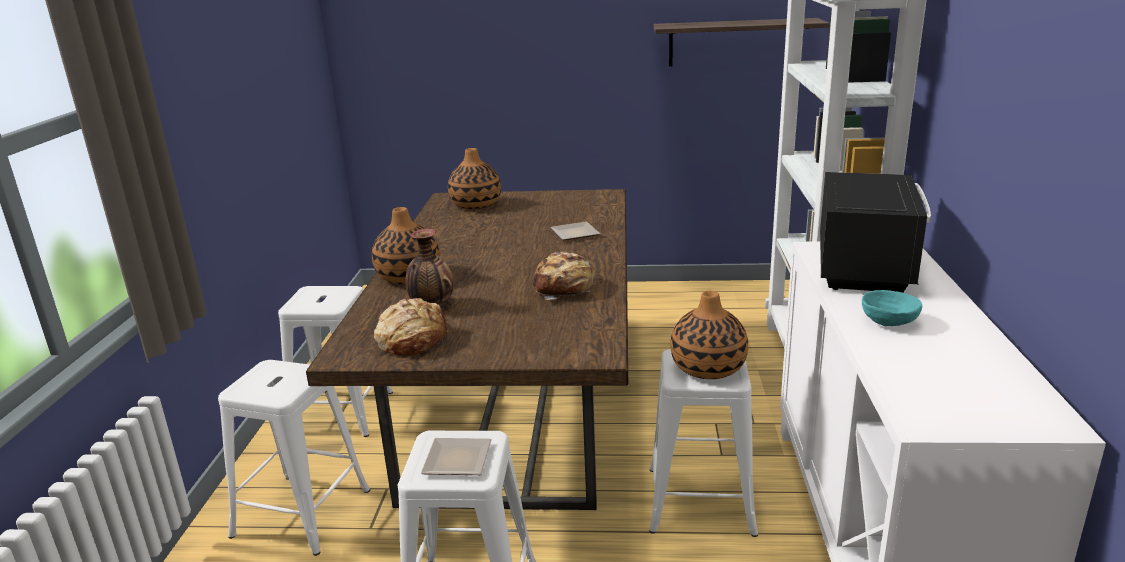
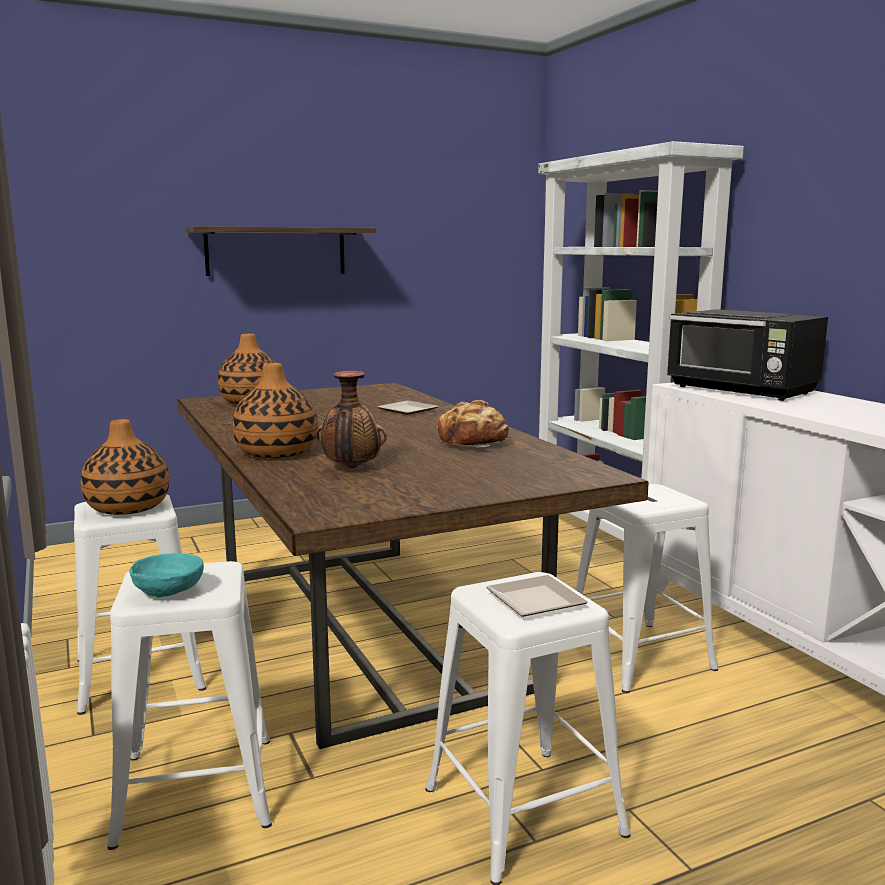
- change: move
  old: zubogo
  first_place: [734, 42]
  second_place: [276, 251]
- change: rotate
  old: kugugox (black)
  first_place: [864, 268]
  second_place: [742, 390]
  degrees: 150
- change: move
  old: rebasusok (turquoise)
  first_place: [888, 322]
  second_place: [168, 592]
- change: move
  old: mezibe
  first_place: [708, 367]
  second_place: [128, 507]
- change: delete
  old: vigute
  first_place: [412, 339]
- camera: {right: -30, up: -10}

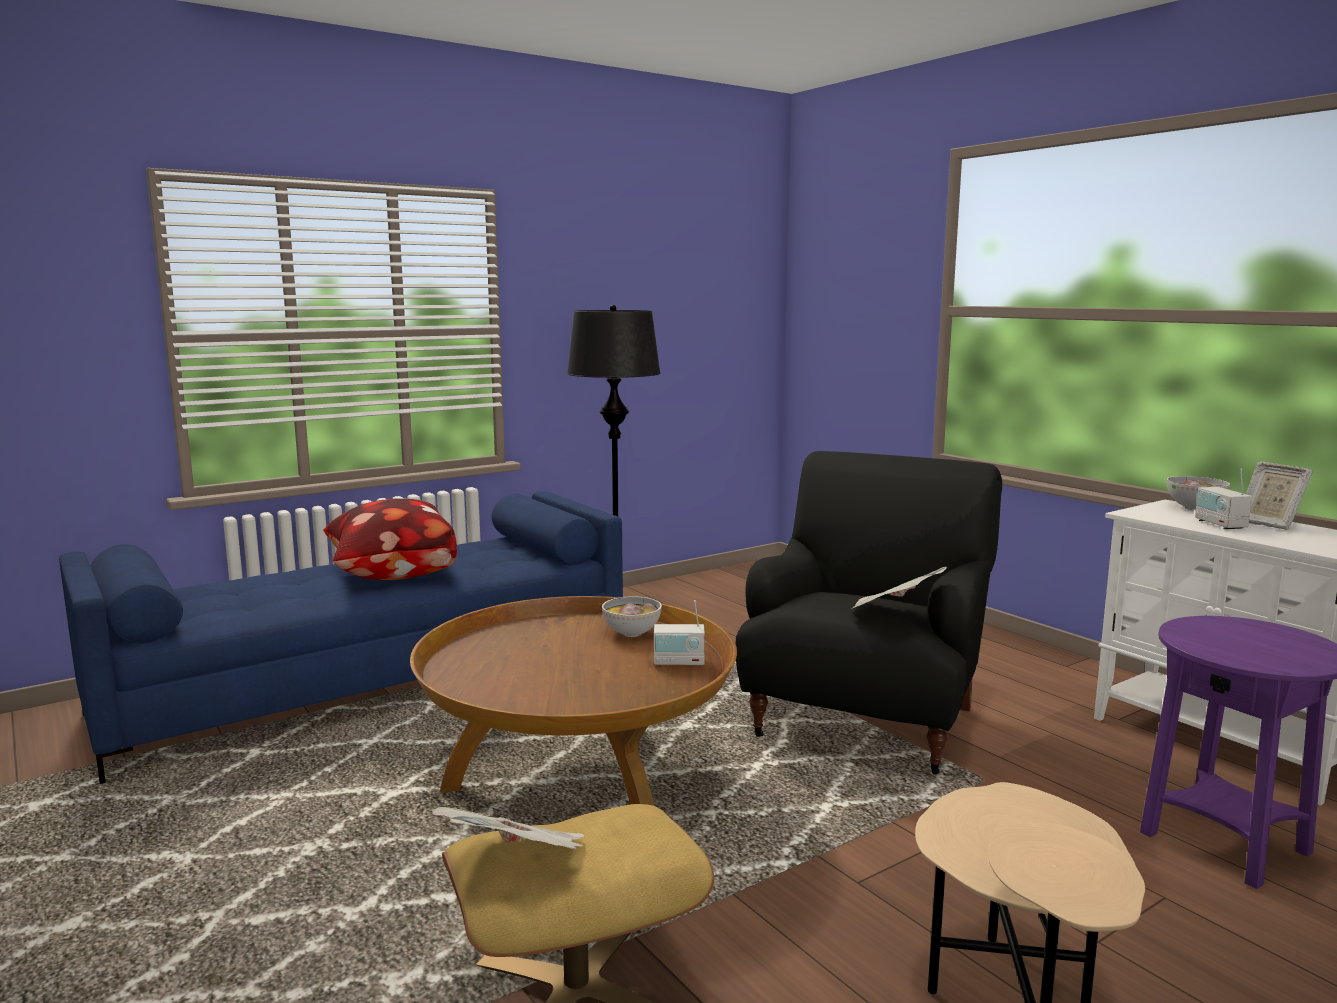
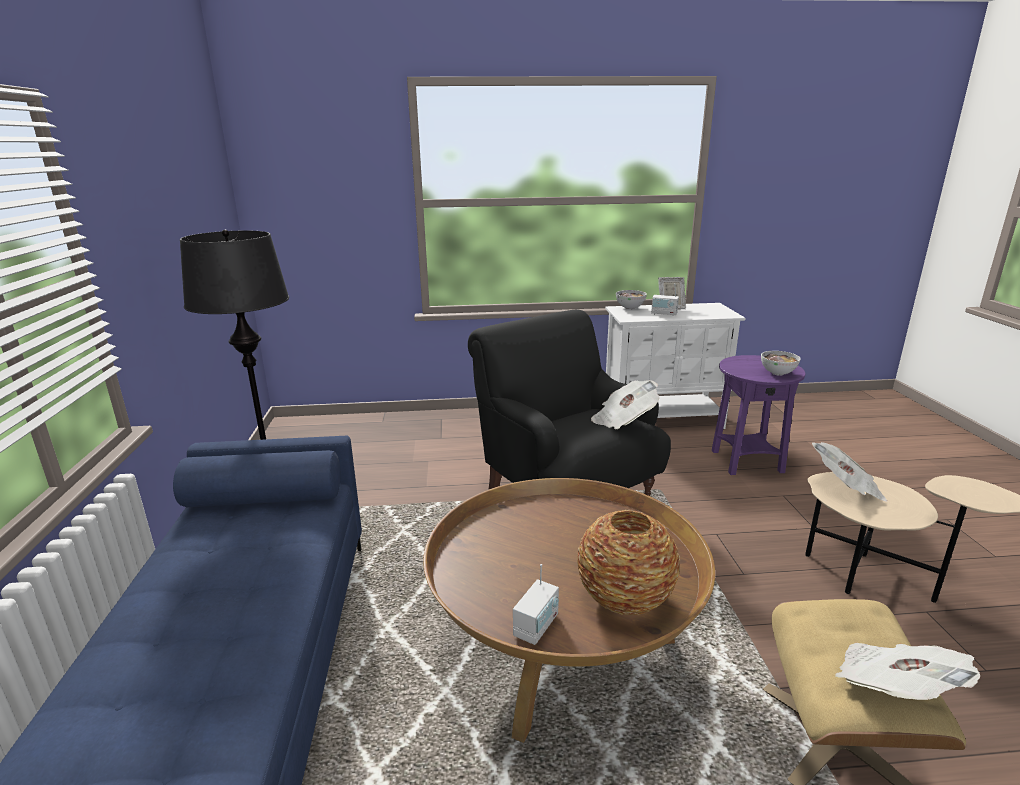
- change: delete
  old: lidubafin
  first_place: [391, 576]
- change: move
  old: rebasusok
  first_place: [632, 634]
  second_place: [778, 373]
- change: move
  old: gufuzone
  first_place: [679, 662]
  second_place: [536, 626]
- change: insert
  new: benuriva
  second_place: [846, 488]
- change: insert
  new: mezibe
  second_place: [624, 599]
- camera: {right: -60, up: 10}

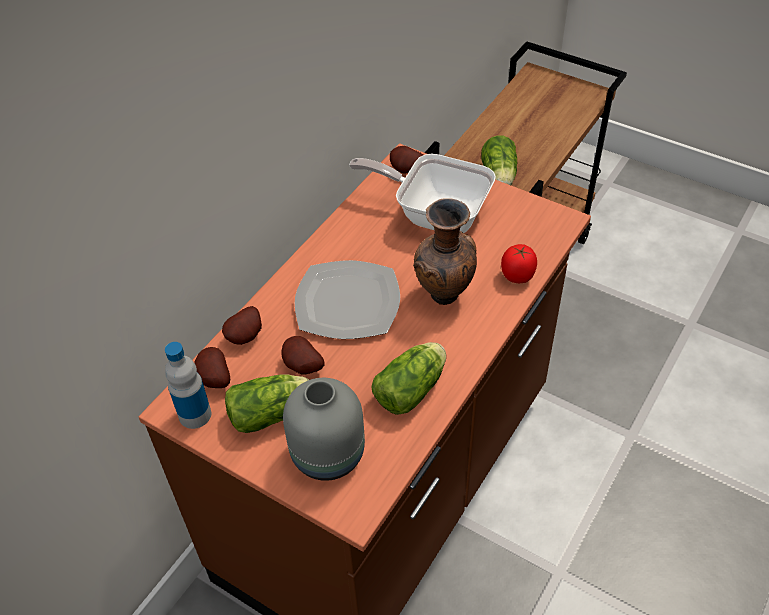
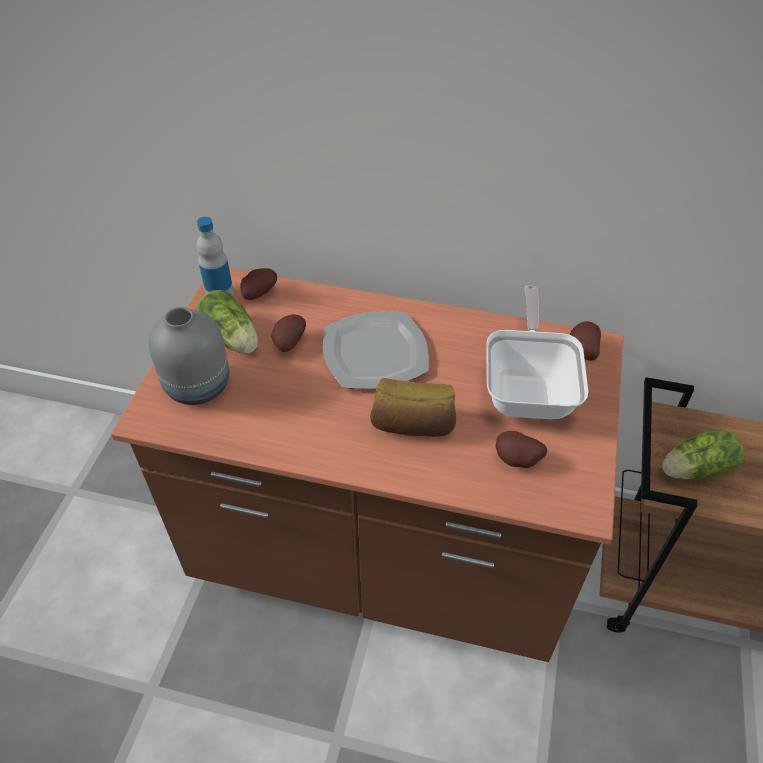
- change: replace
  old: mezibe (brown)
  new: vigute
  first_place: [444, 297]
  second_place: [413, 424]
- change: delete
  old: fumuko
  first_place: [518, 276]
- change: move
  old: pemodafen
  first_place: [247, 336]
  second_place: [517, 461]
- change: delete
  old: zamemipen
  first_place: [413, 388]
- camera: {right: 70, up: 0}

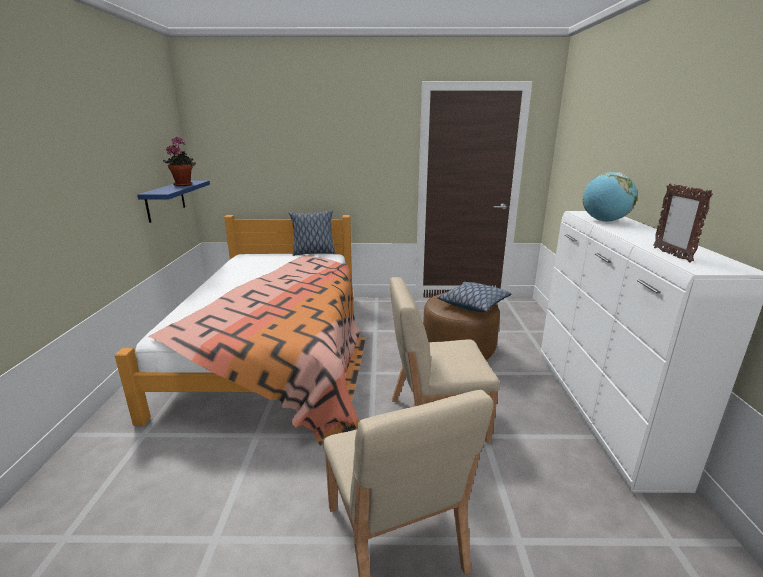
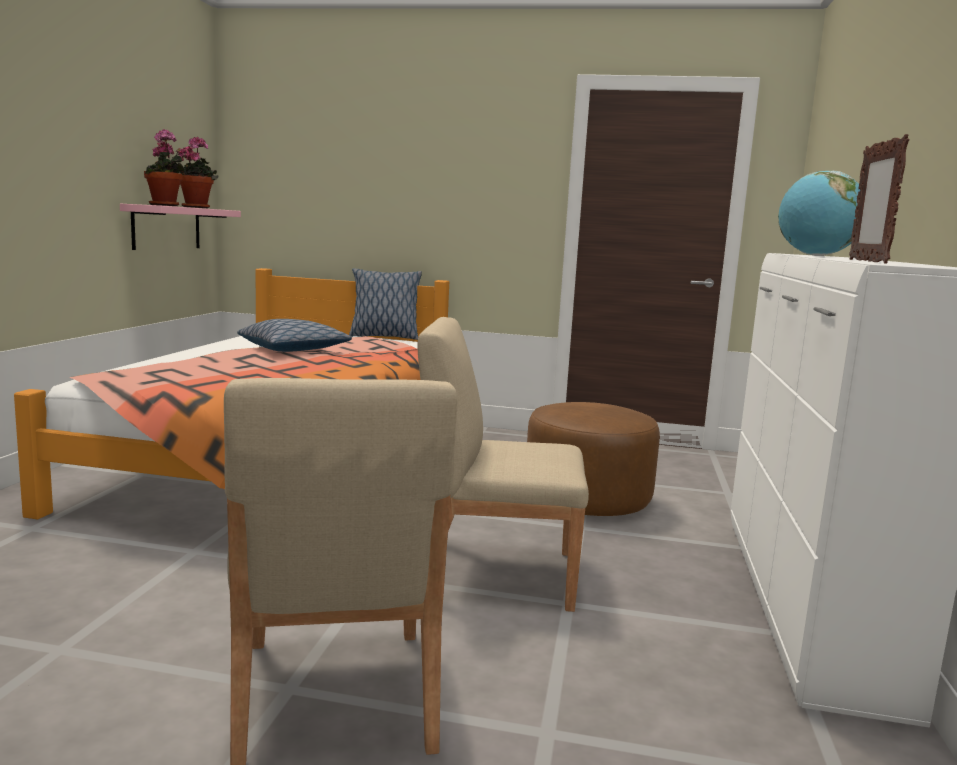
- change: recolor
  old: zubogo (blue)
  new: zubogo (pink)
  first_place: [165, 200]
  second_place: [166, 227]
- change: move
  old: lidubafin
  first_place: [473, 304]
  second_place: [293, 349]
- change: insert
  new: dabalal
  second_place: [166, 205]
- camera: {right: 10, up: -10}

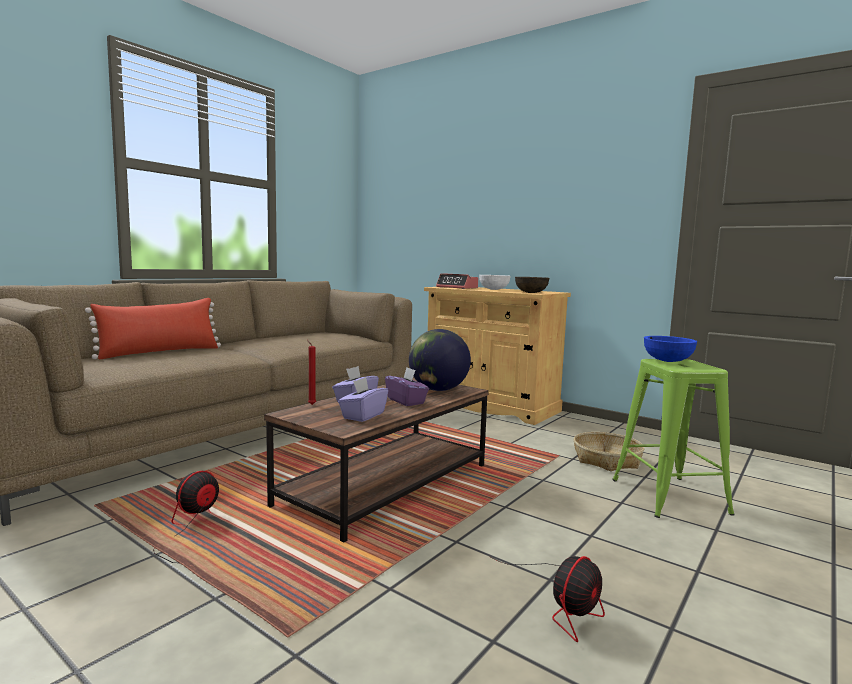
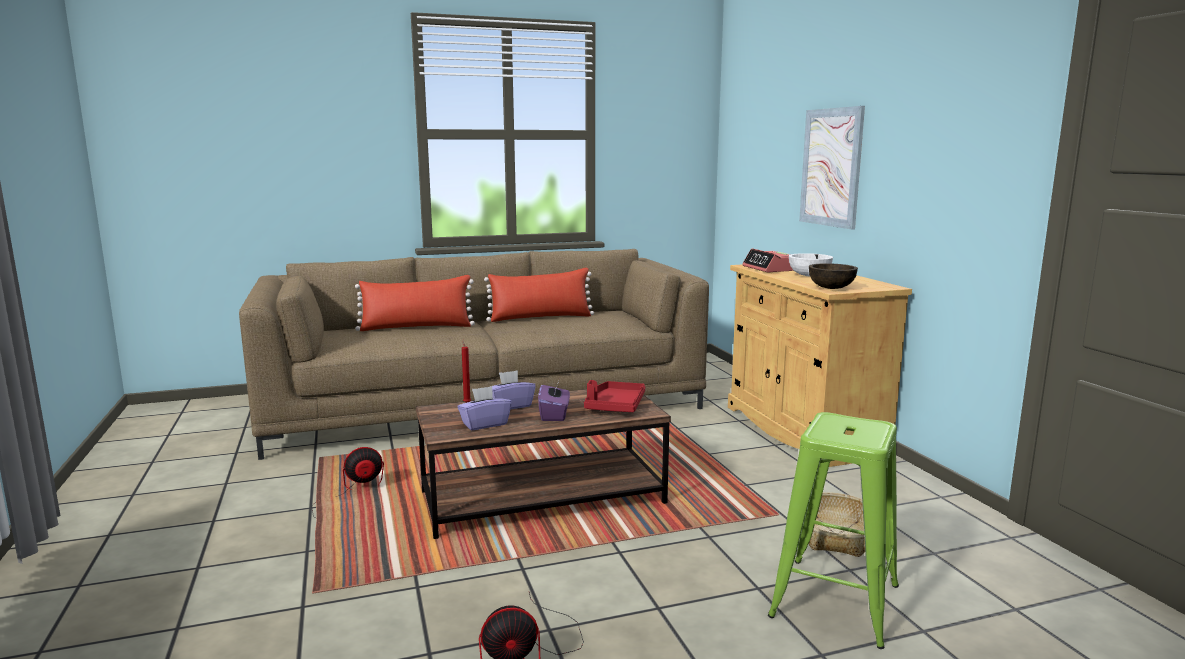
- change: replace
  old: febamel
  new: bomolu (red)
  first_place: [438, 390]
  second_place: [615, 406]
- change: delete
  old: rebasusok (blue)
  first_place: [668, 361]
- change: insert
  new: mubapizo
  second_place: [831, 167]
- change: insert
  new: lidubafin (red)
  second_place: [541, 318]
- camera: {right: 35, up: 5}

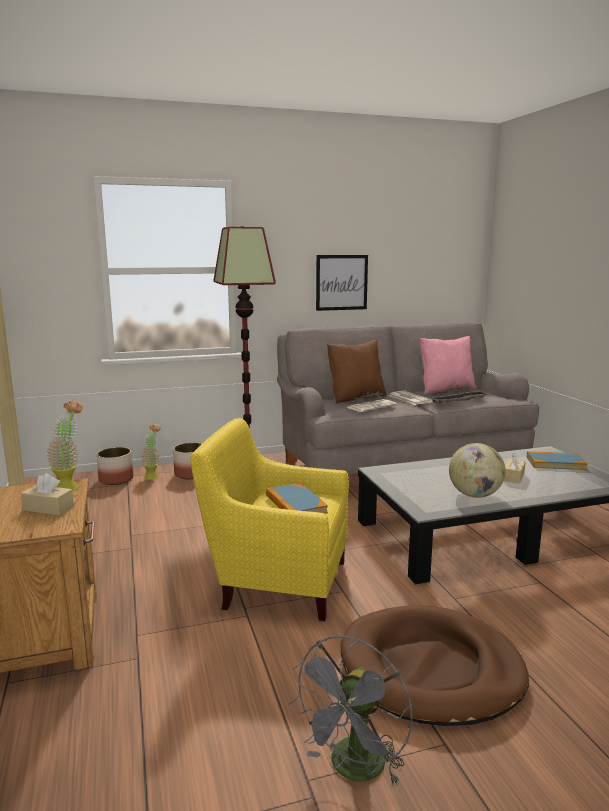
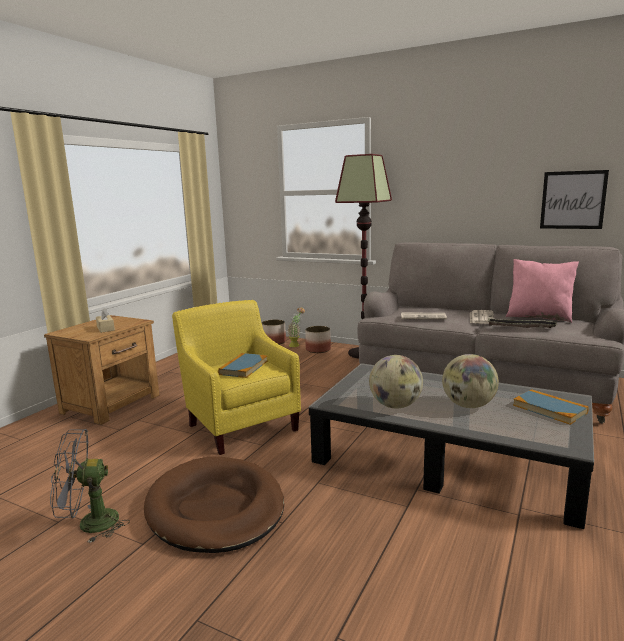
- change: move
  old: mubapizo
  first_place: [341, 282]
  second_place: [573, 200]
- change: delete
  old: lidubafin (brown)
  first_place: [355, 398]
- change: delete
  old: dabalal
  first_place: [70, 485]
- change: replace
  old: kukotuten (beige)
  new: febamel
  first_place: [513, 477]
  second_place: [468, 405]
- camera: {right: 45, up: 0}

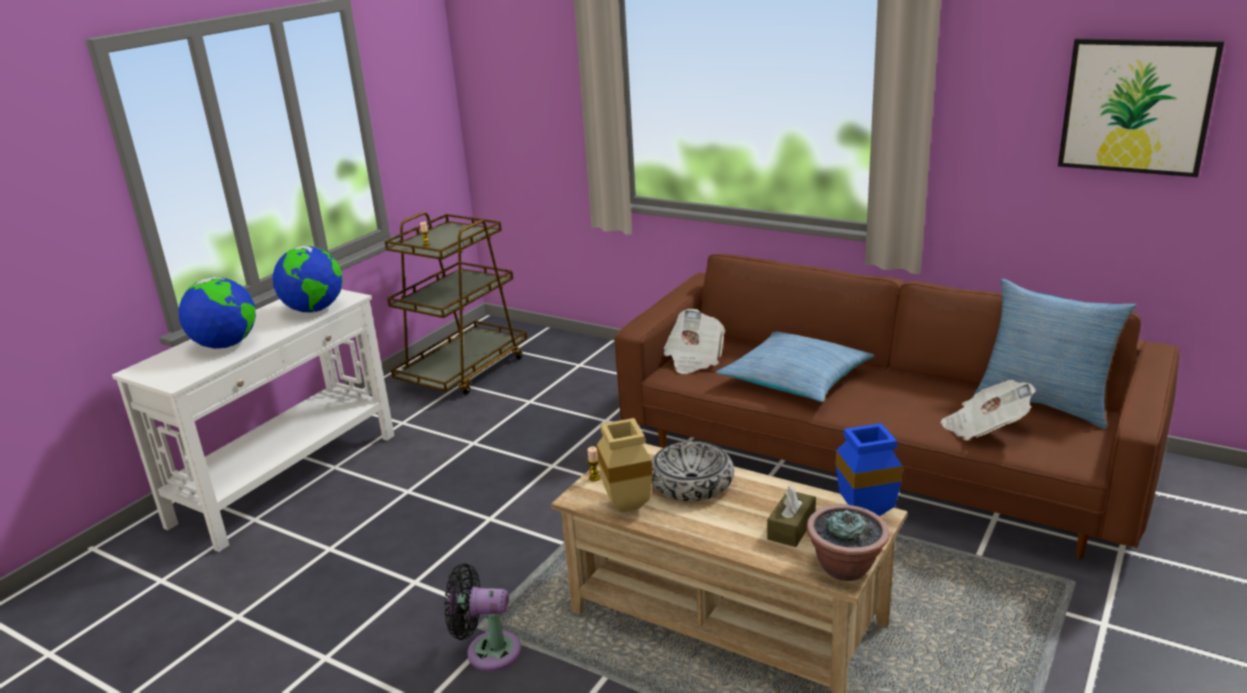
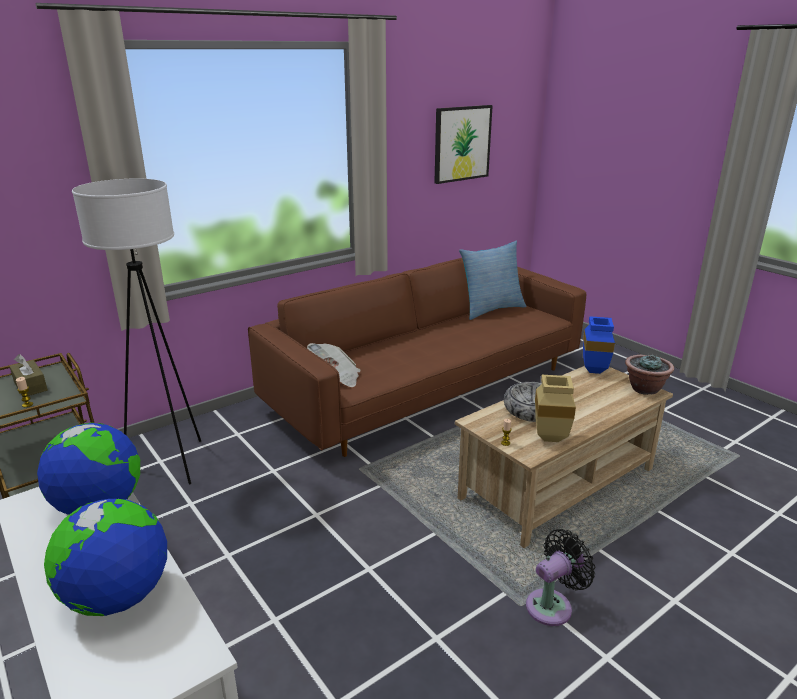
- change: delete
  old: lidubafin
  first_place: [795, 379]
- change: delete
  old: benuriva
  first_place: [984, 429]
- change: move
  old: kukotuten (brown)
  first_place: [791, 528]
  second_place: [30, 386]
- change: rotate
  old: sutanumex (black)
  first_place: [487, 651]
  second_place: [552, 605]
  degrees: -150
- change: insert
  new: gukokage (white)
  second_place: [170, 463]
- camera: {right: -70, up: 0}

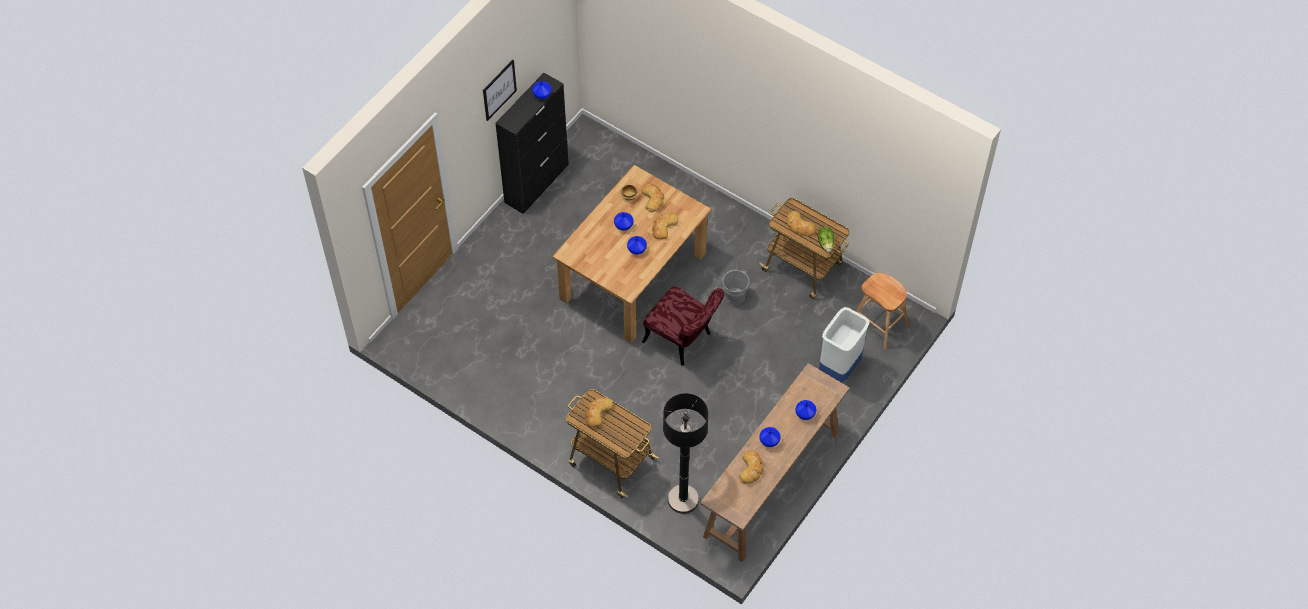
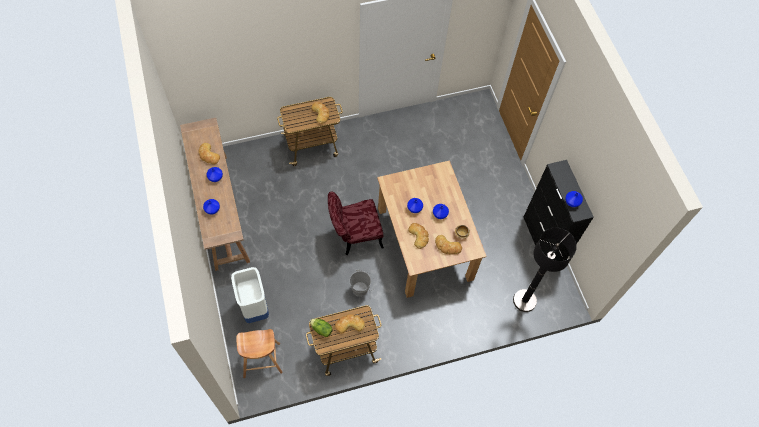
- change: delete
  old: mubapizo
  first_place: [499, 90]
- change: move
  old: gukokage (black)
  first_place: [683, 499]
  second_place: [524, 301]
- camera: {right: 125, up: 5}

